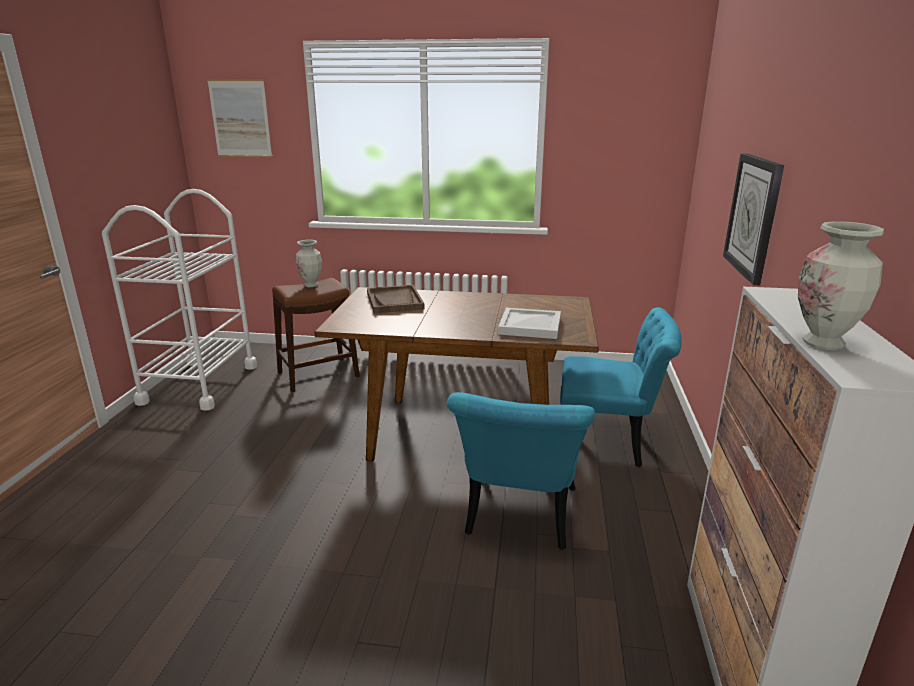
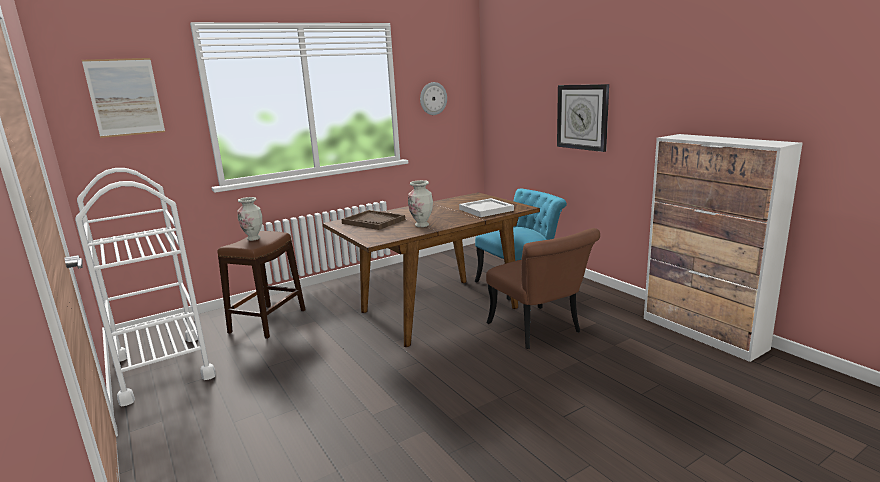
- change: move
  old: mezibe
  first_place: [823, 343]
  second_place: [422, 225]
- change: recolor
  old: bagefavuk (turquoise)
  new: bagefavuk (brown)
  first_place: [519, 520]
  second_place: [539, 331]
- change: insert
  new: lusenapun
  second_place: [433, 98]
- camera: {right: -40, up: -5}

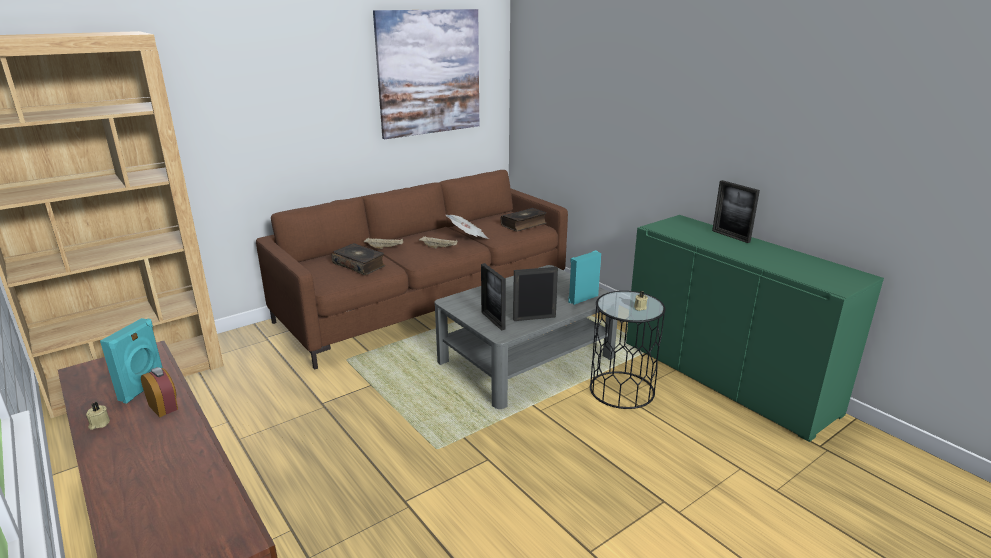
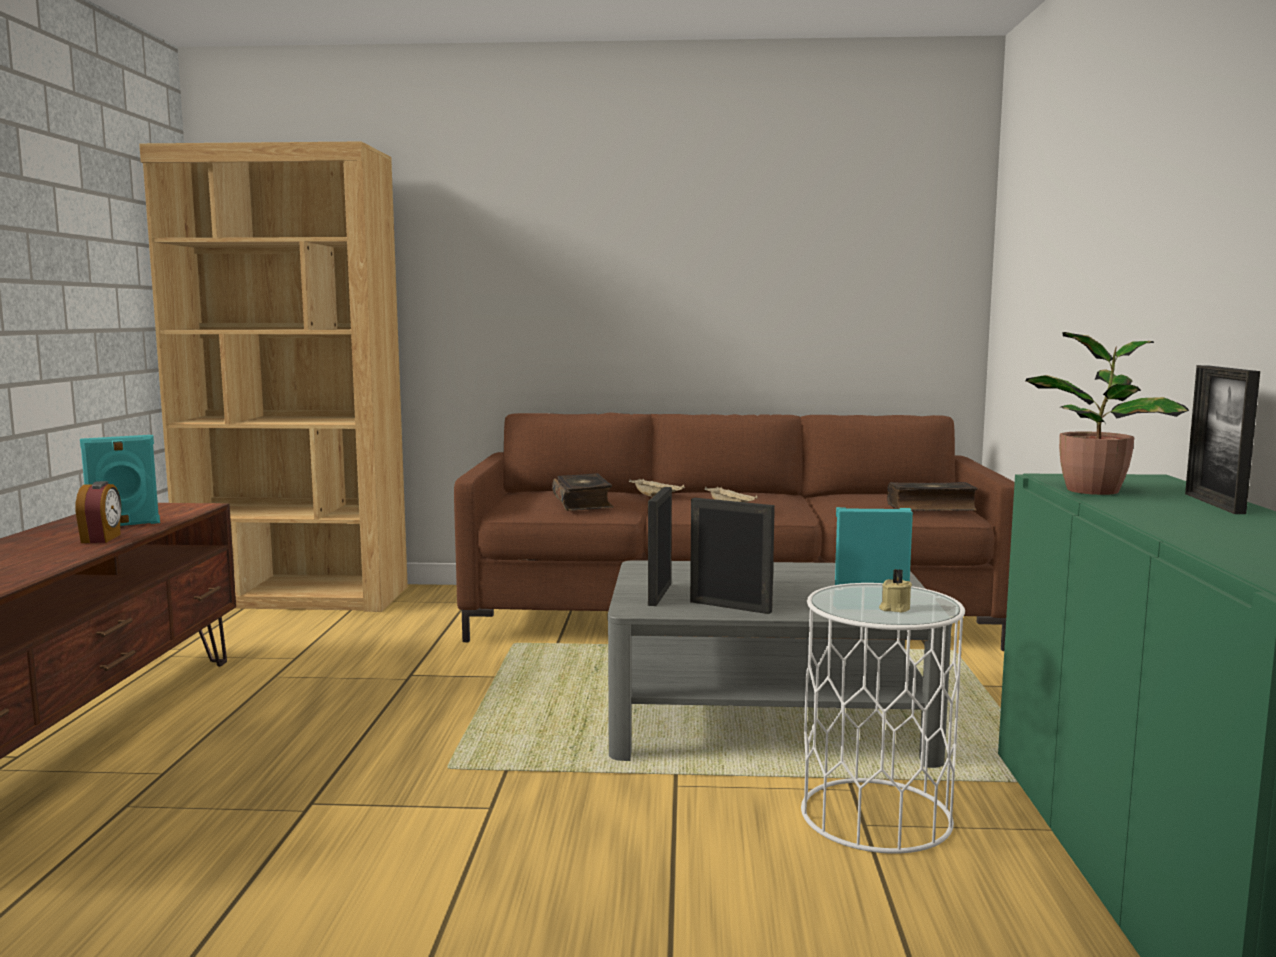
- change: delete
  old: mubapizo
  first_place: [429, 73]
- change: delete
  old: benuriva
  first_place: [468, 237]
- change: recolor
  old: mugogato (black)
  new: mugogato (white)
  first_place: [622, 390]
  second_place: [875, 815]
- change: delete
  old: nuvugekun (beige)
  first_place: [99, 424]
- change: insert
  new: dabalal
  second_place: [1095, 490]
- camera: {right: 40, up: -15}

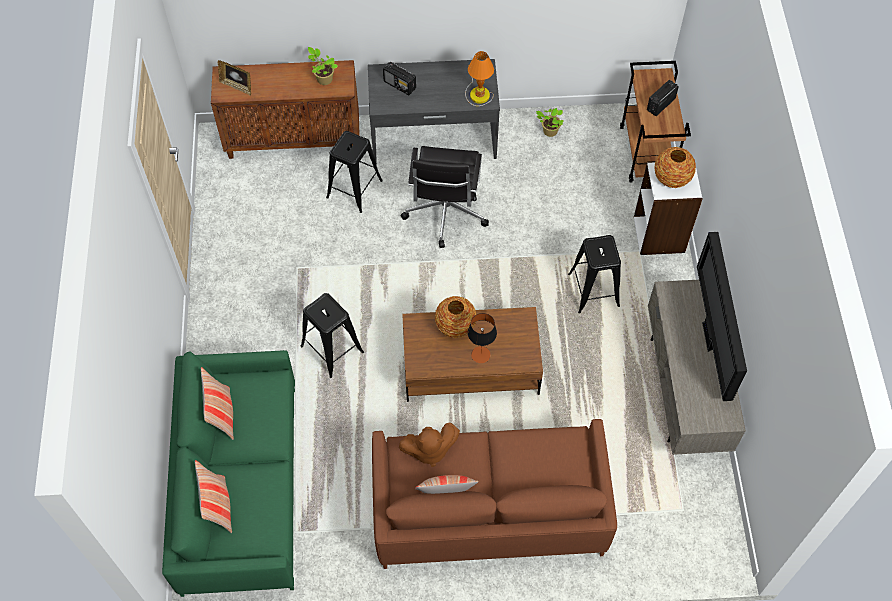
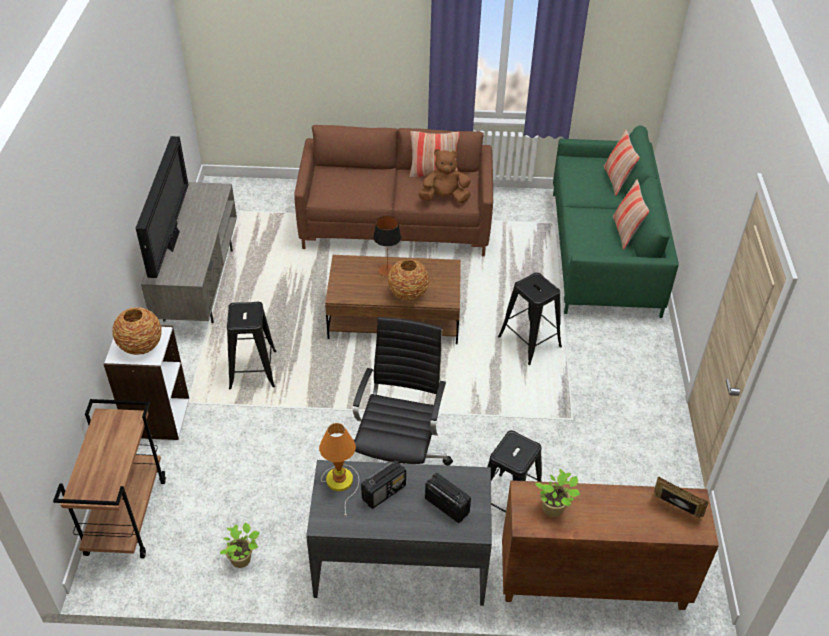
- change: move
  old: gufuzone
  first_place: [660, 105]
  second_place: [384, 492]
- camera: {right: -175, up: -15}

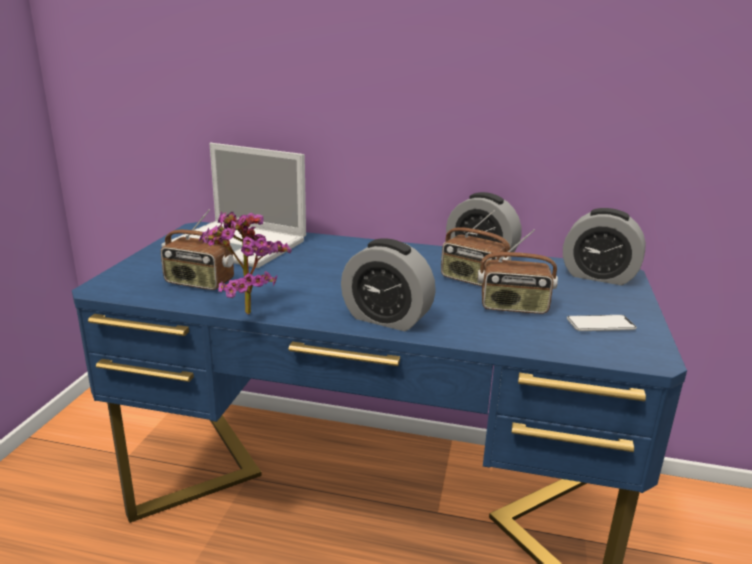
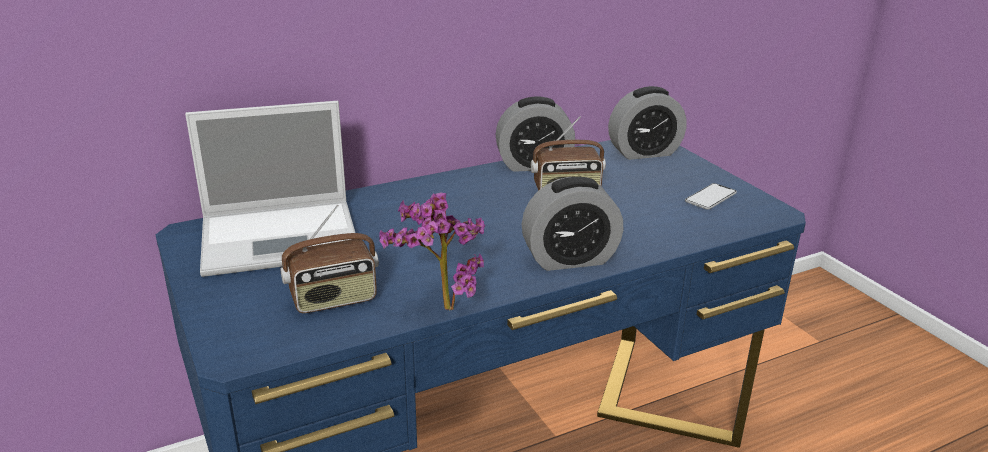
- change: delete
  old: gufuzone
  first_place: [513, 307]
- camera: {right: -40, up: 5}

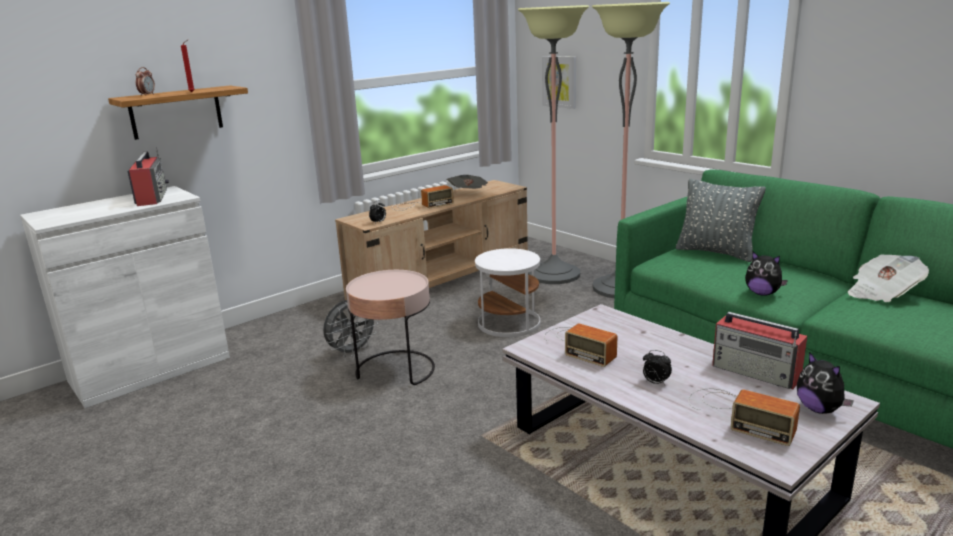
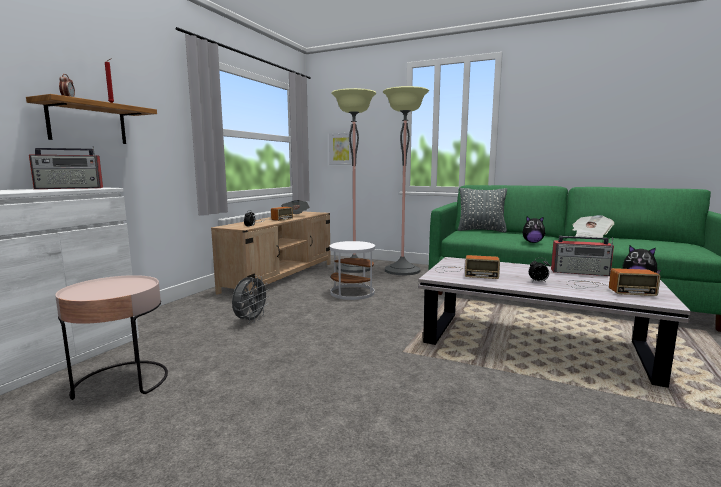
- change: rotate
  old: gufuzone
  first_place: [151, 197]
  second_place: [71, 188]
  degrees: 105
- change: move
  old: mugogato (pink)
  first_place: [395, 370]
  second_place: [121, 382]
- camera: {right: -25, up: -10}

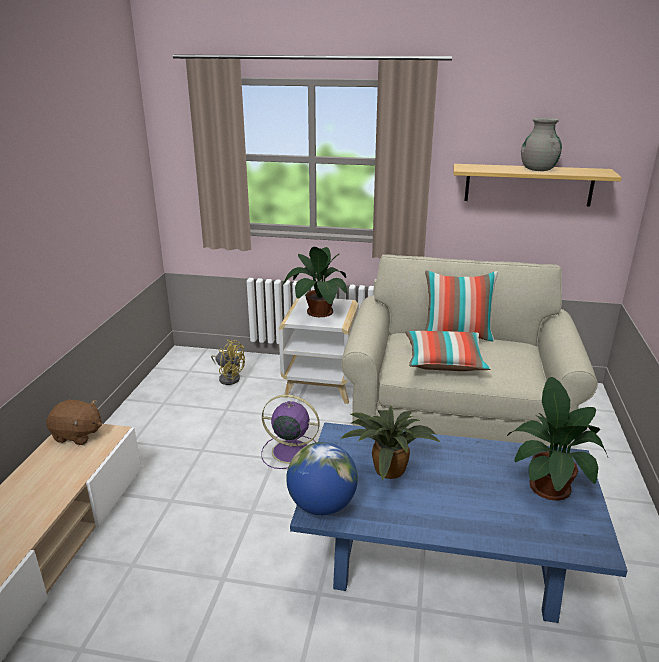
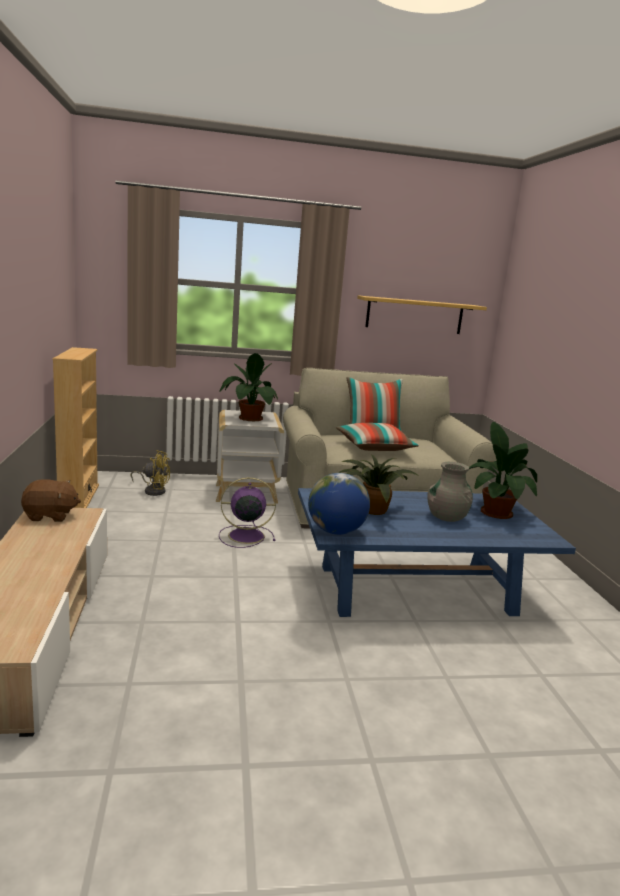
- change: move
  old: mezibe (grey)
  first_place: [538, 169]
  second_place: [446, 517]
- change: insert
  new: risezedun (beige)
  second_place: [79, 498]
- camera: {right: -20, up: -10}

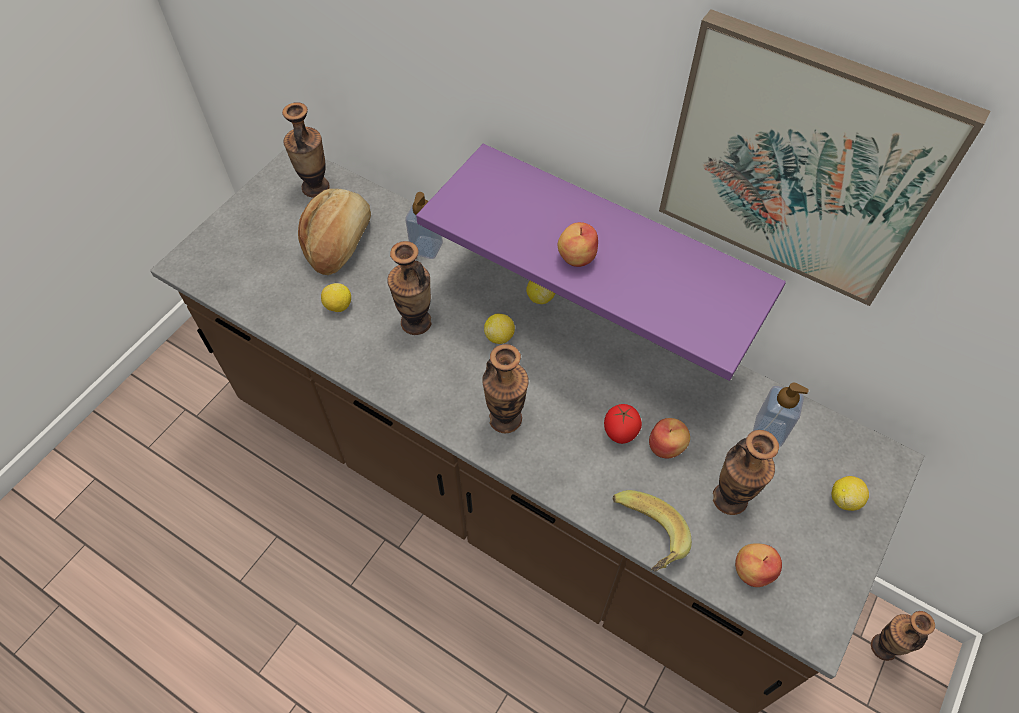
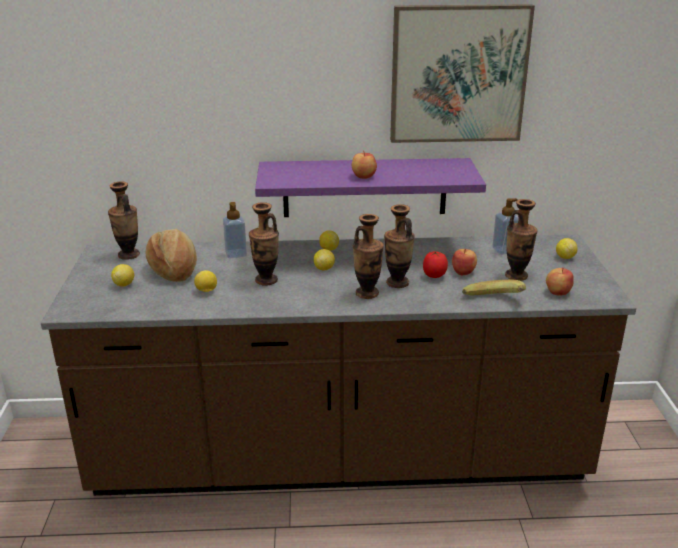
- change: move
  old: mezibe
  first_place: [883, 647]
  second_place: [397, 283]
- change: insert
  new: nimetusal
  second_place: [124, 284]
- camera: {right: -35, up: -30}

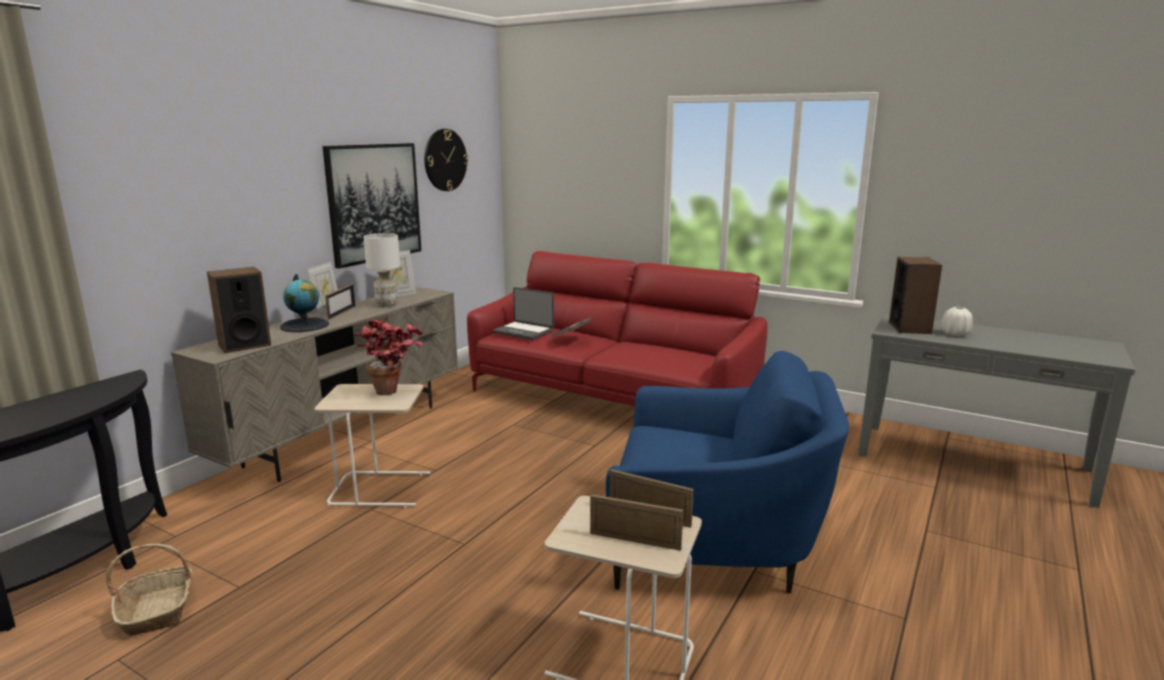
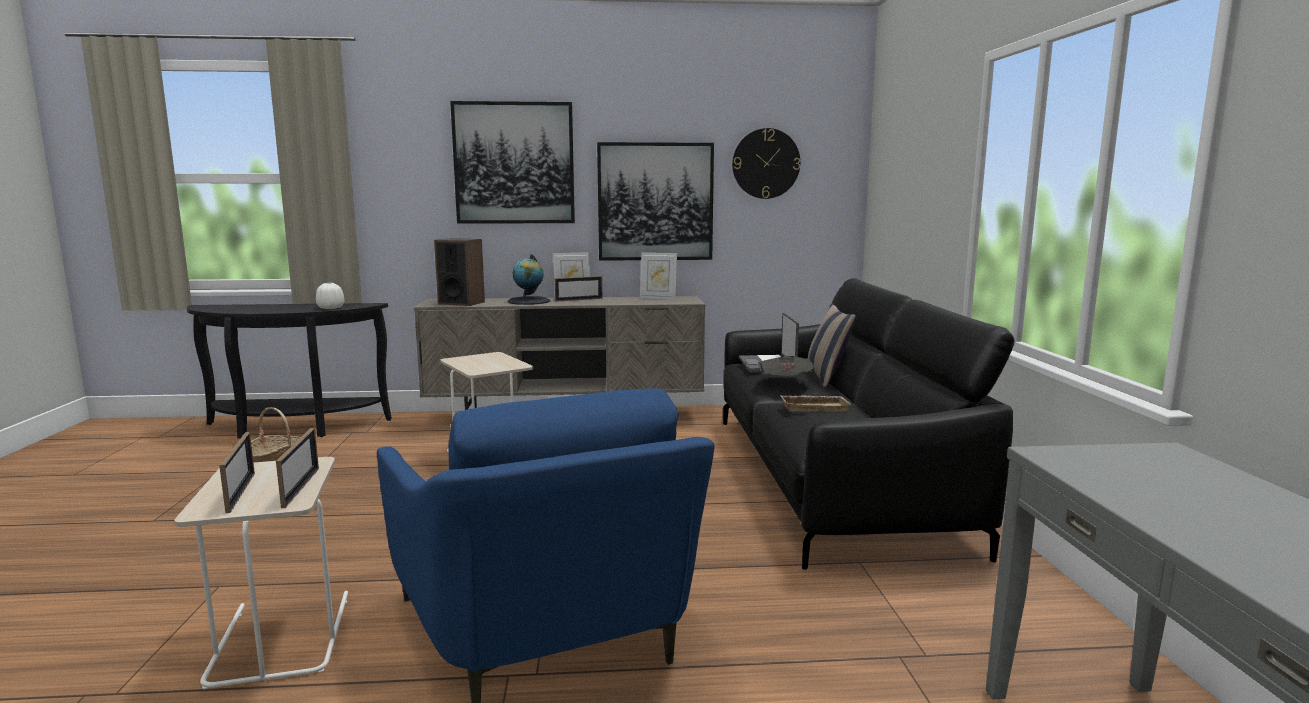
- change: delete
  old: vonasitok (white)
  first_place: [387, 305]
- change: recolor
  old: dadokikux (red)
  new: dadokikux (black)
  first_place: [611, 398]
  second_place: [829, 477]
- change: delete
  old: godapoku
  first_place: [910, 328]
- change: move
  old: mezibe (white)
  first_place: [955, 334]
  second_place: [331, 308]
- change: delete
  old: dabalal
  first_place: [394, 392]
- change: insert
  new: mubapizo
  second_place: [514, 163]
- change: insert
  new: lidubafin
  second_place: [826, 378]
- change: insert
  new: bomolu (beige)
  second_place: [815, 407]
- camera: {right: 55, up: -5}

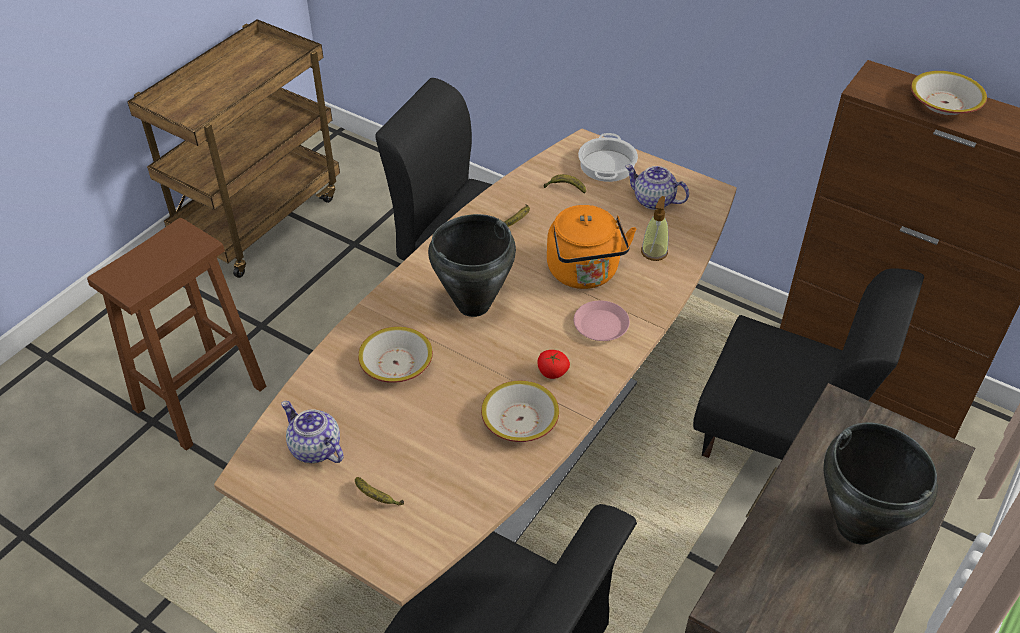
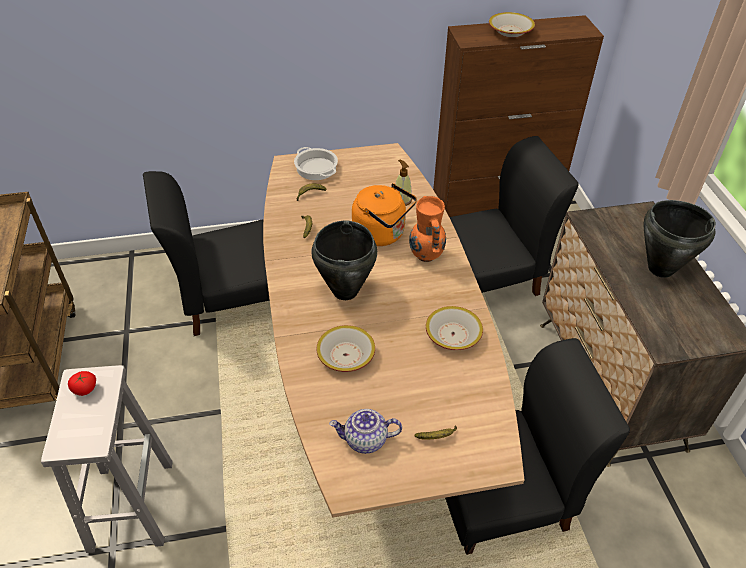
- change: delete
  old: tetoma
  first_place: [653, 201]
- change: recolor
  old: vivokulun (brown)
  new: vivokulun (white)
  first_place: [201, 396]
  second_place: [131, 503]
- change: replace
  old: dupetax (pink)
  new: mezibe (orange)
  first_place: [600, 325]
  second_place: [426, 256]
- change: move
  old: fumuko
  first_place: [552, 372]
  second_place: [85, 389]
- camera: {right: -45, up: 0}

